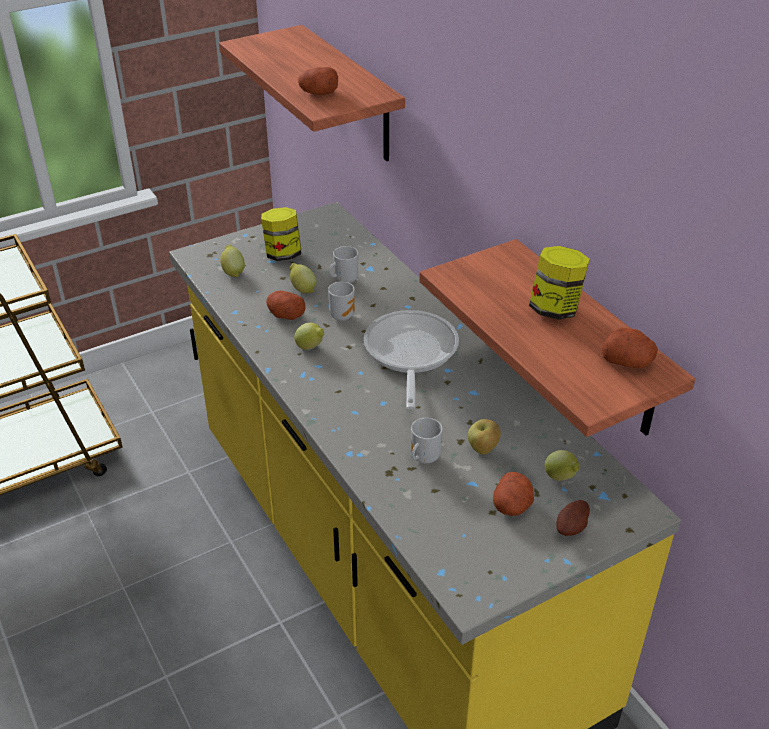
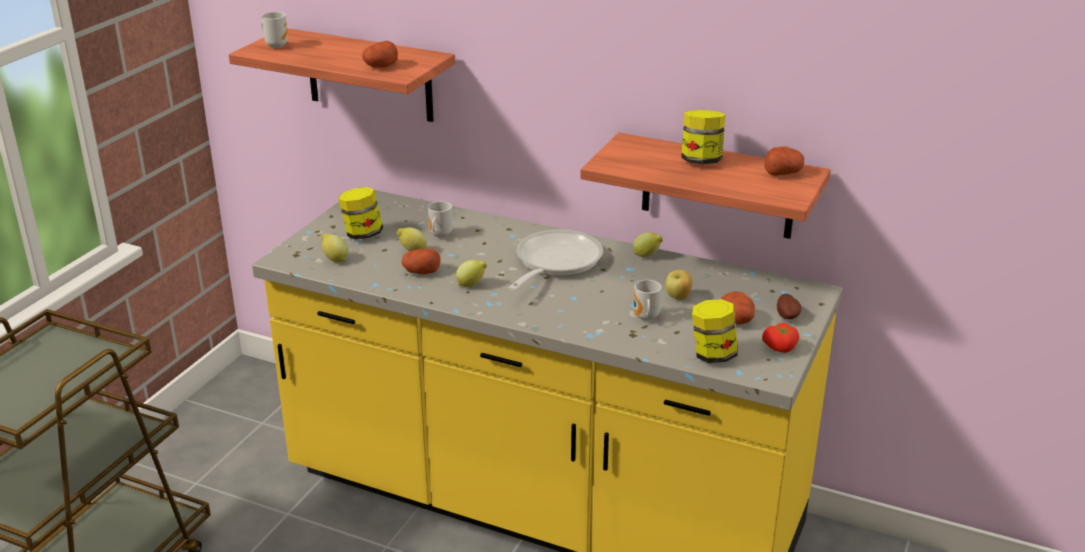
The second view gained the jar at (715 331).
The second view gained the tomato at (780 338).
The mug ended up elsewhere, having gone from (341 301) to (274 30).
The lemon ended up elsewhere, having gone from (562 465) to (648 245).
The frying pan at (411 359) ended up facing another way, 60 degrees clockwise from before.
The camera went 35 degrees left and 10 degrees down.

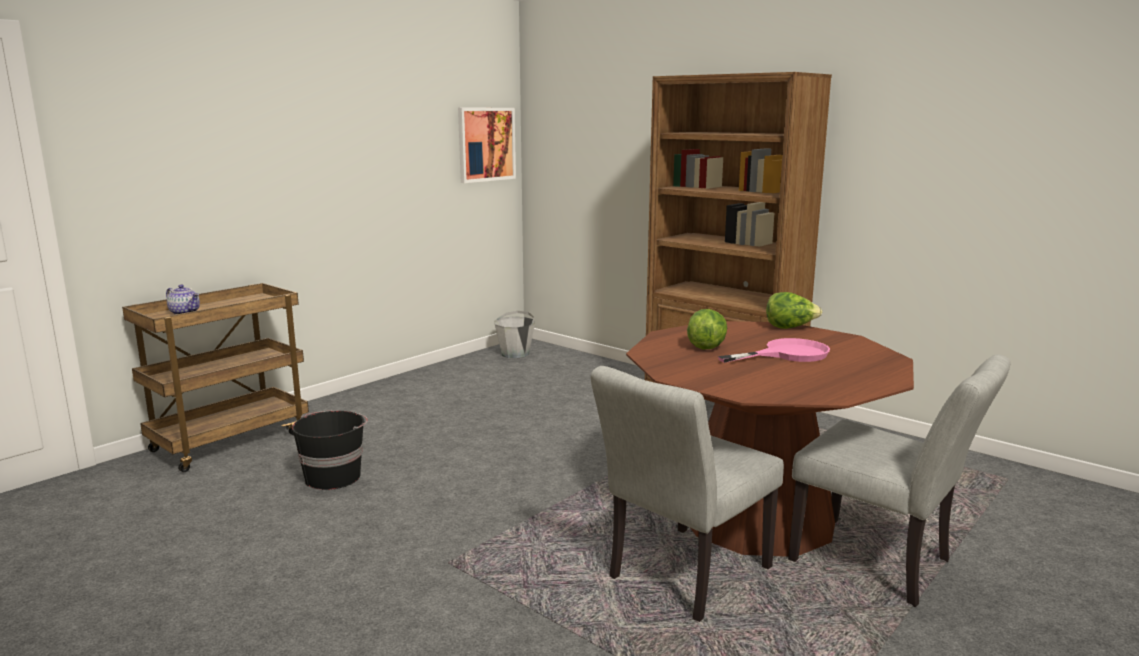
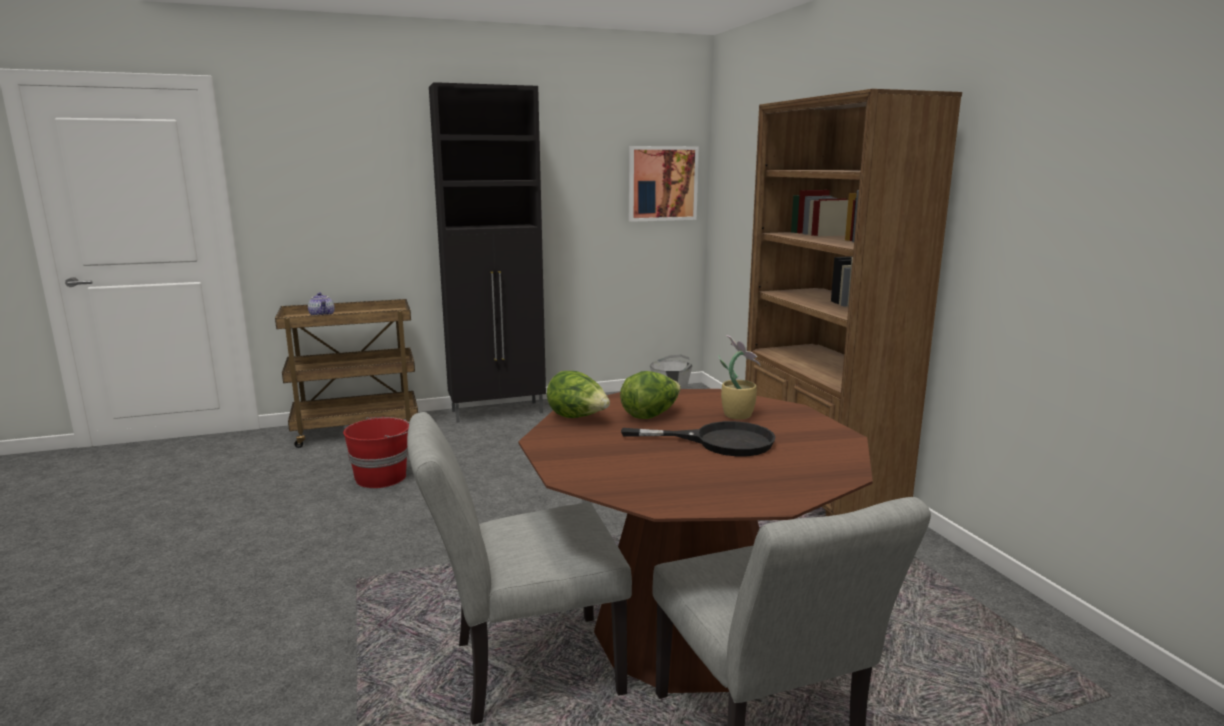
The second view gained the cabinet/black at (487 252).
The second view gained the potted plant at (739 377).
The lettuce ended up elsewhere, having gone from (794 310) to (578 394).
What was the bucket/black at (330 450) turned into the bucket/red at (376 452).
What was the frying pan/pink at (774 350) turned into the frying pan/black at (698 438).
The camera went 30 degrees right and 0 degrees up.

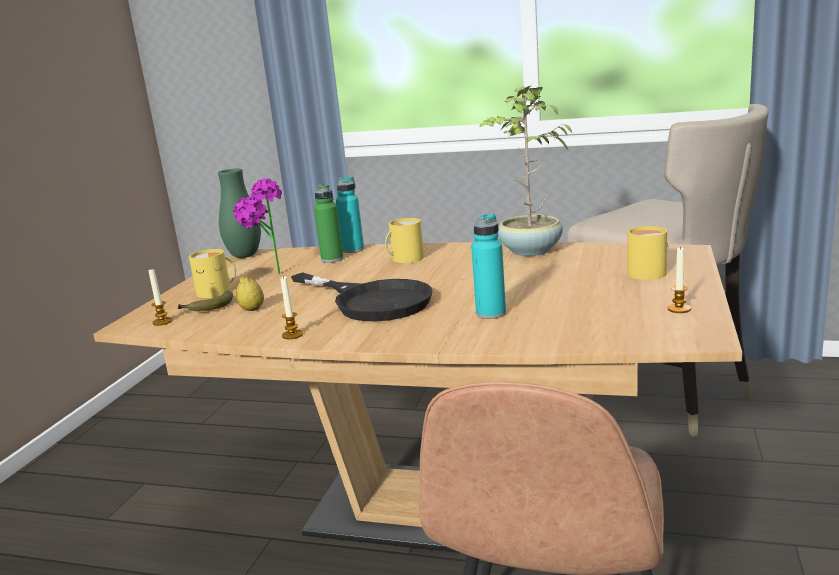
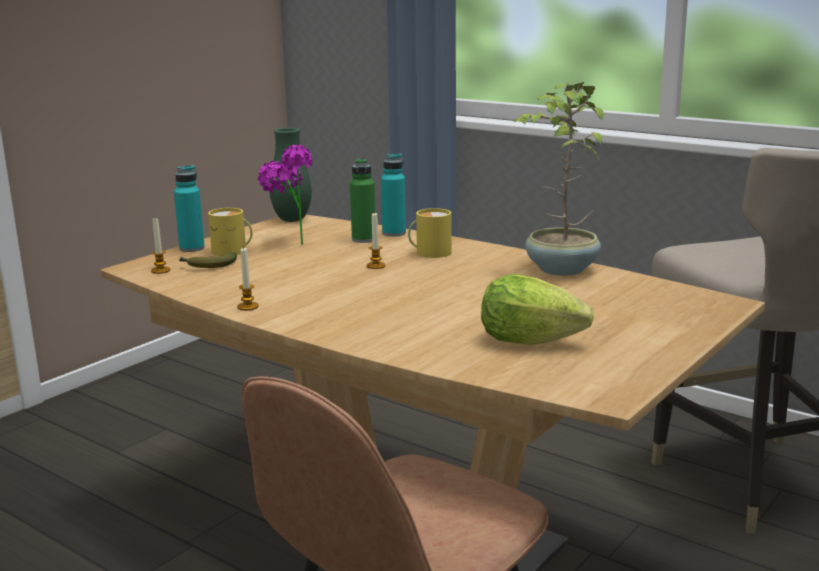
The second view lost the lemon at (250 293).
The second view lost the frying pan/black at (361 296).
The second view lost the mug/yellow at (648 253).
The second view gained the lettuce at (537 309).
The bottle/turquoise ended up elsewhere, having gone from (488 266) to (189 208).
The candle ended up elsewhere, having gone from (679 279) to (376 240).
The camera went 20 degrees right and 0 degrees up.

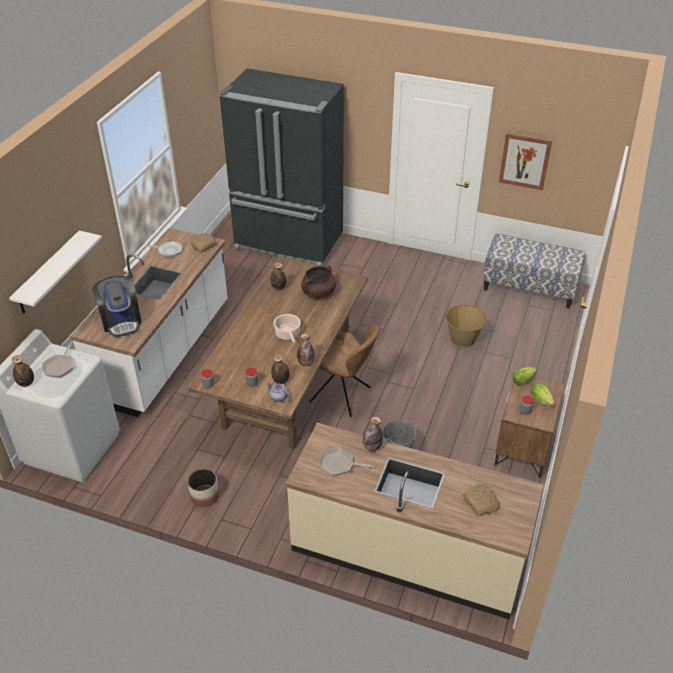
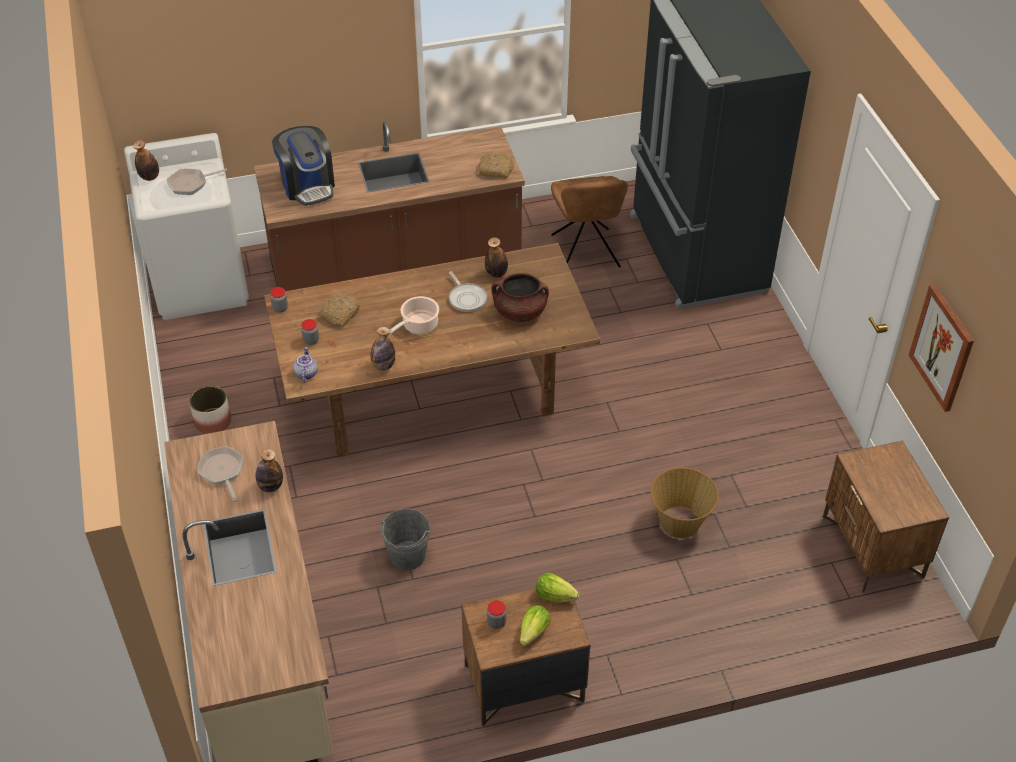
The second view lost the shelf/white at (55 272).
The second view lost the bottle at (280 369).
The frying pan ended up elsewhere, having gone from (164 249) to (468 291).
The chair/brown ended up elsewhere, having gone from (344 371) to (589 222).
The bread ended up elsewhere, having gone from (481 500) to (340 310).
Where the bench stood at (534 271), the nightstand/brown came to stand at (886 517).
What was the counter/white at (149 322) turned into the counter/brown at (389 206).
The coffee machine at (117 306) ended up facing another way, 60 degrees counterclockwise from before.
The camera went 55 degrees right and 5 degrees up.

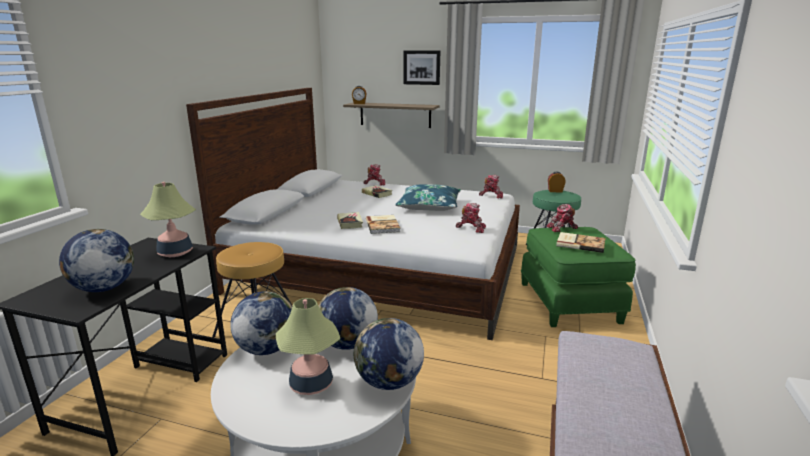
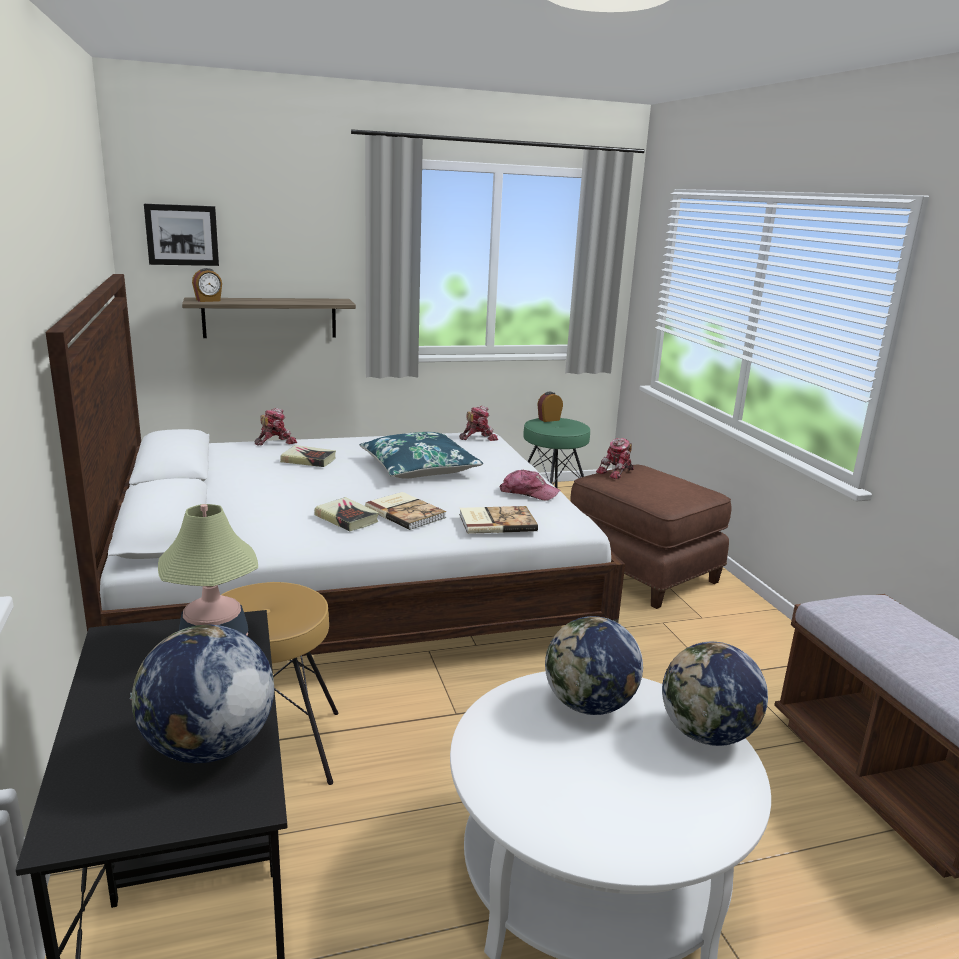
The second view lost the globe at (261 323).
The second view lost the table lamp at (308 346).
The picture ended up elsewhere, having gone from (421 68) to (181 235).
The book ended up elsewhere, having gone from (580 242) to (498 520).
Where the toy robot stood at (471 218), the cap came to stand at (530 485).
What was the ottoman/green at (578 277) turned into the ottoman/brown at (651 537).
The camera went 35 degrees left and 0 degrees up.

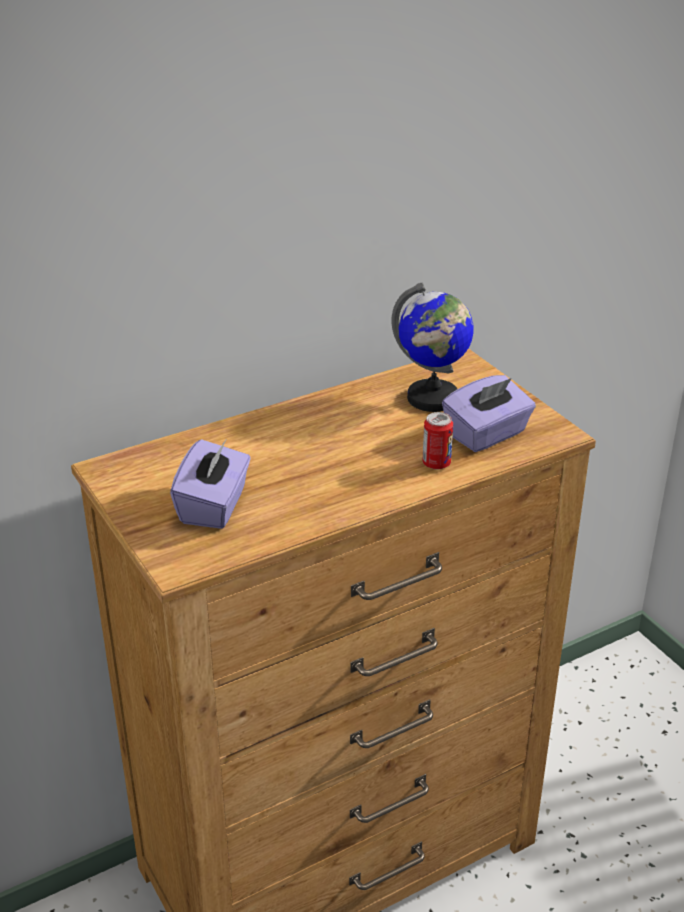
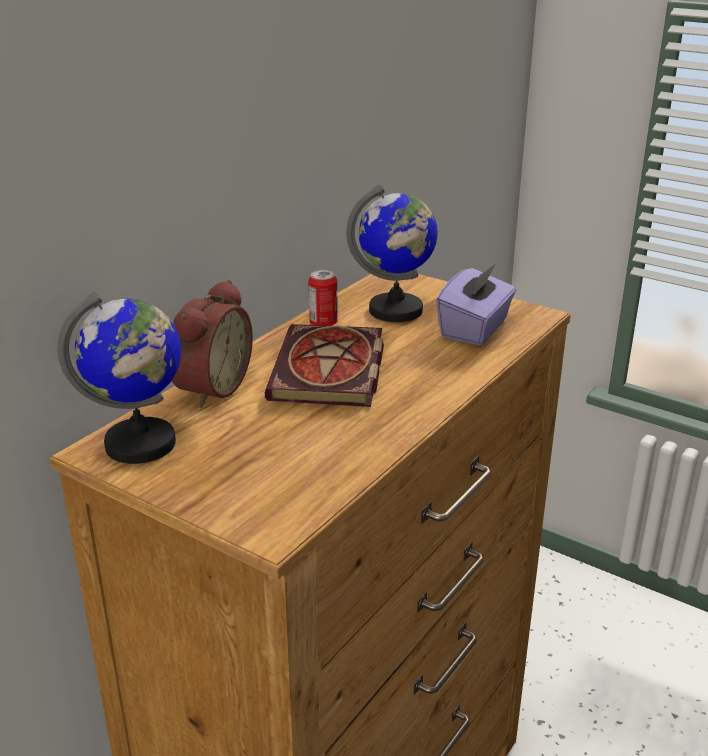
The second view lost the tissue box/purple at (210 484).
The second view gained the globe at (119 378).
The second view gained the alarm clock at (212 344).
The second view gained the book at (324 365).
The can ended up elsewhere, having gone from (437 440) to (323 298).
The camera went 25 degrees left and 5 degrees down.

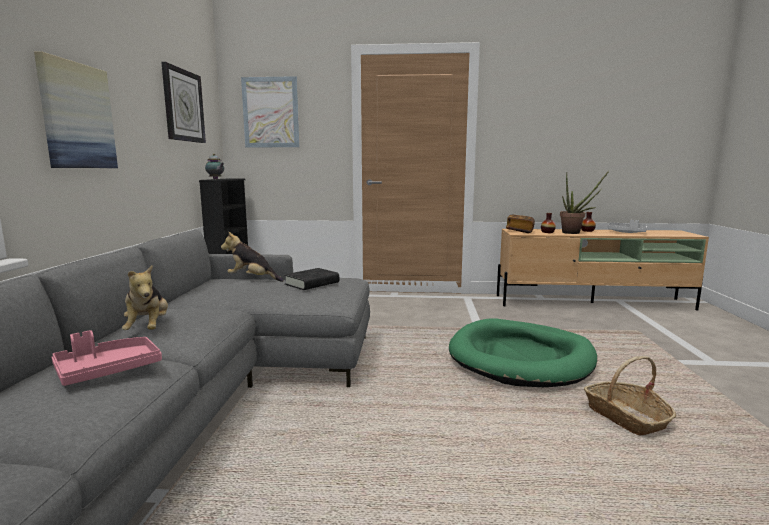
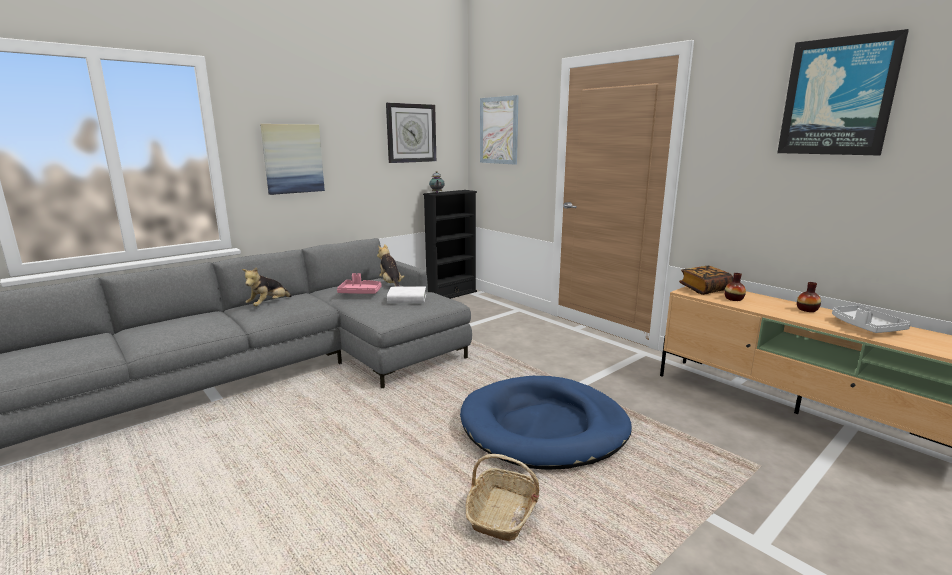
The second view lost the potted plant at (584 202).
The second view gained the picture at (843 92).
The tray/pink ended up elsewhere, having gone from (107 358) to (359 283).
What was the book/black at (311 279) turned into the book/white at (406 294).
What was the dog bed/green at (523 352) turned into the dog bed/blue at (546 423).
The camera went 45 degrees right and 5 degrees up.

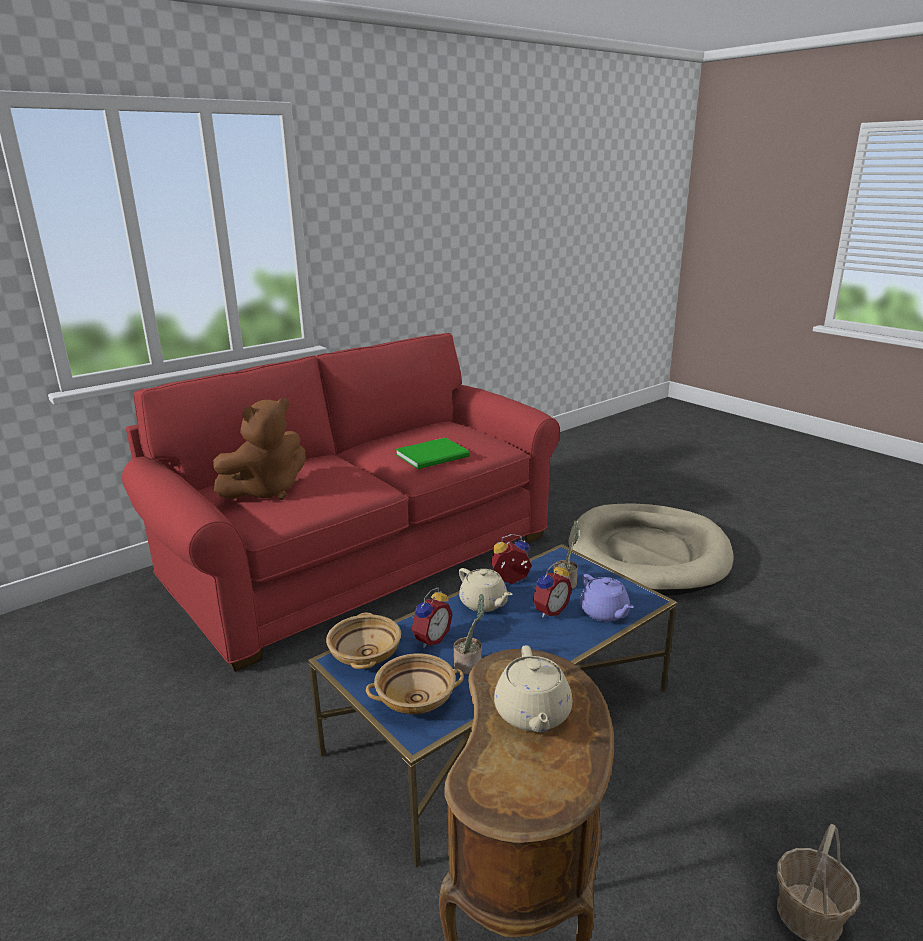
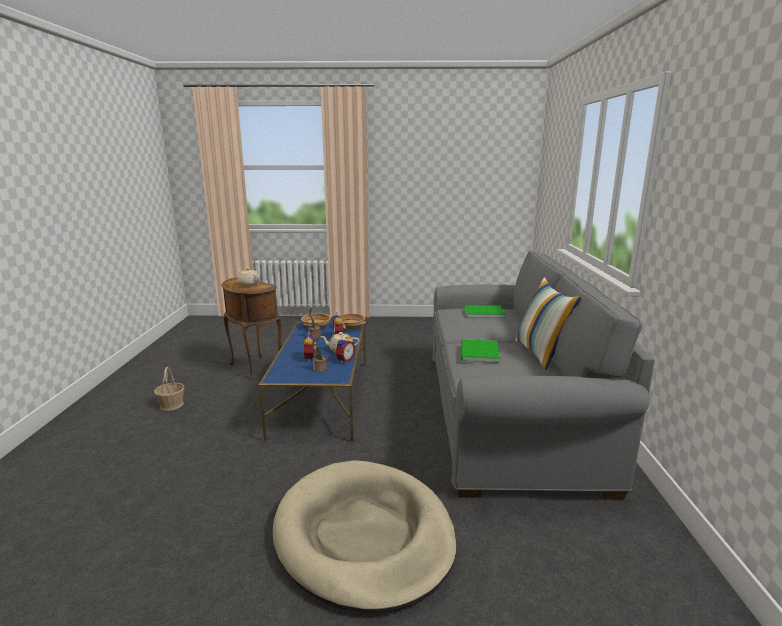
The second view lost the teapot/purple at (607 598).
The second view gained the pillow at (548 323).
Where the plush toy/brown stood at (259 449), the book/green came to stand at (484 311).
What was the sofa/red at (341 502) turned into the sofa/grey at (544 375).
The camera went 130 degrees right and 5 degrees down.

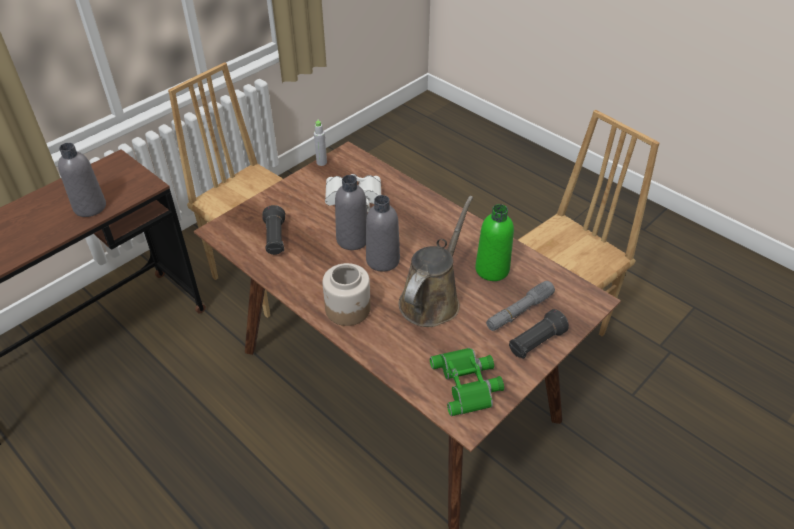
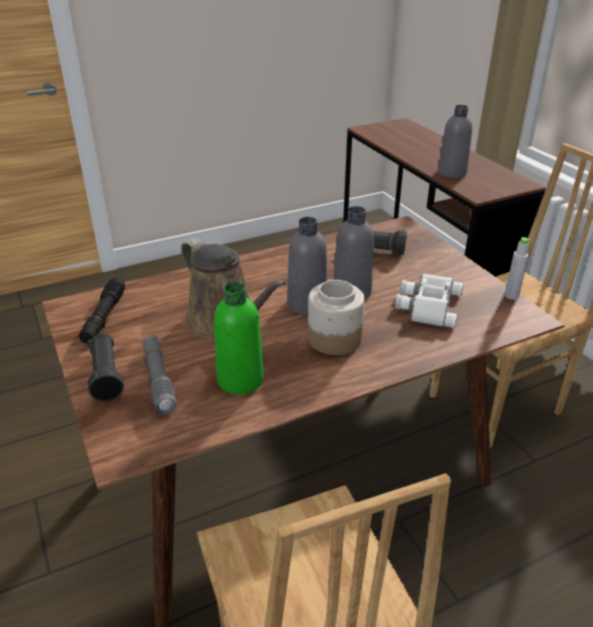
The jar ended up elsewhere, having gone from (346 294) to (336 317).
Where the binoculars/green stood at (467 382), the flashlight/black came to stand at (102 311).
The camera went 110 degrees right and 10 degrees down.

